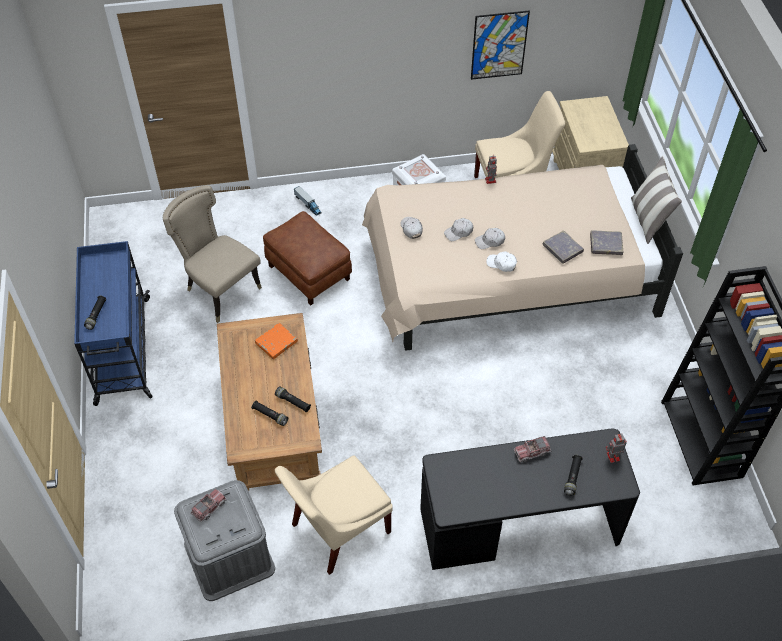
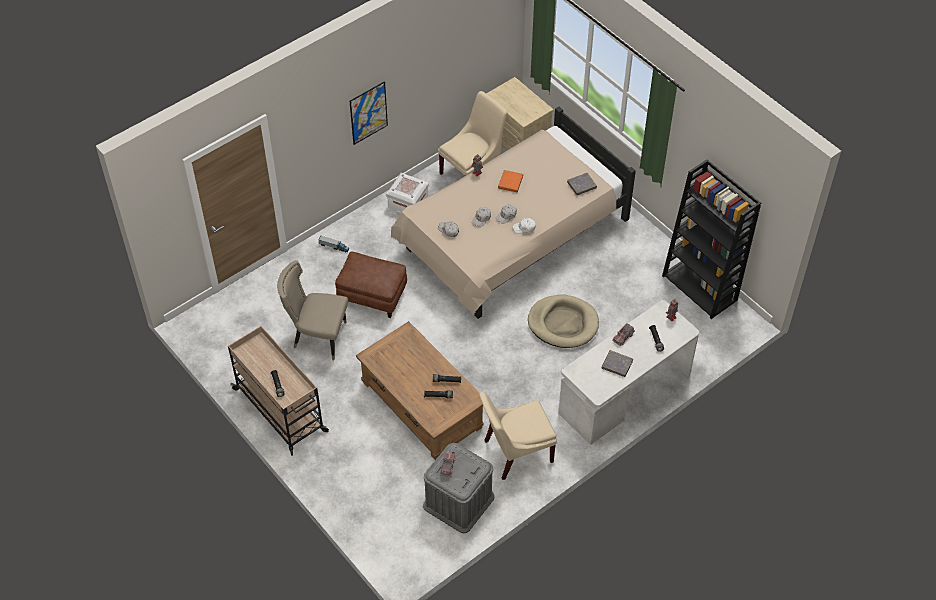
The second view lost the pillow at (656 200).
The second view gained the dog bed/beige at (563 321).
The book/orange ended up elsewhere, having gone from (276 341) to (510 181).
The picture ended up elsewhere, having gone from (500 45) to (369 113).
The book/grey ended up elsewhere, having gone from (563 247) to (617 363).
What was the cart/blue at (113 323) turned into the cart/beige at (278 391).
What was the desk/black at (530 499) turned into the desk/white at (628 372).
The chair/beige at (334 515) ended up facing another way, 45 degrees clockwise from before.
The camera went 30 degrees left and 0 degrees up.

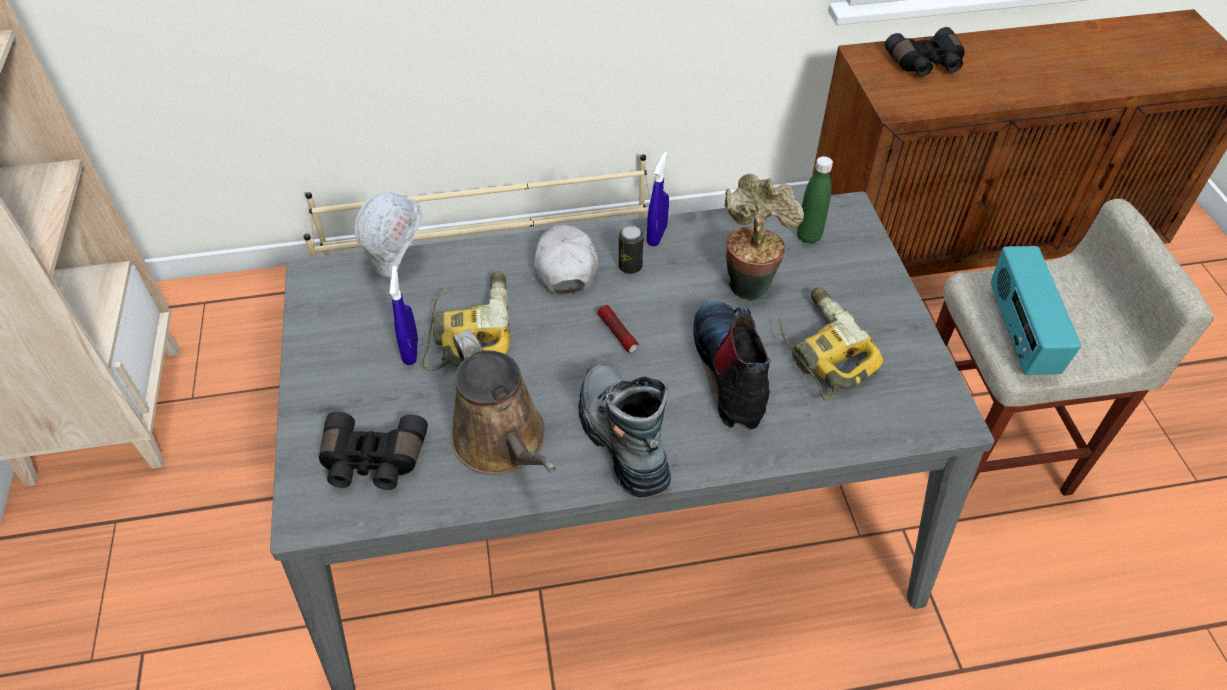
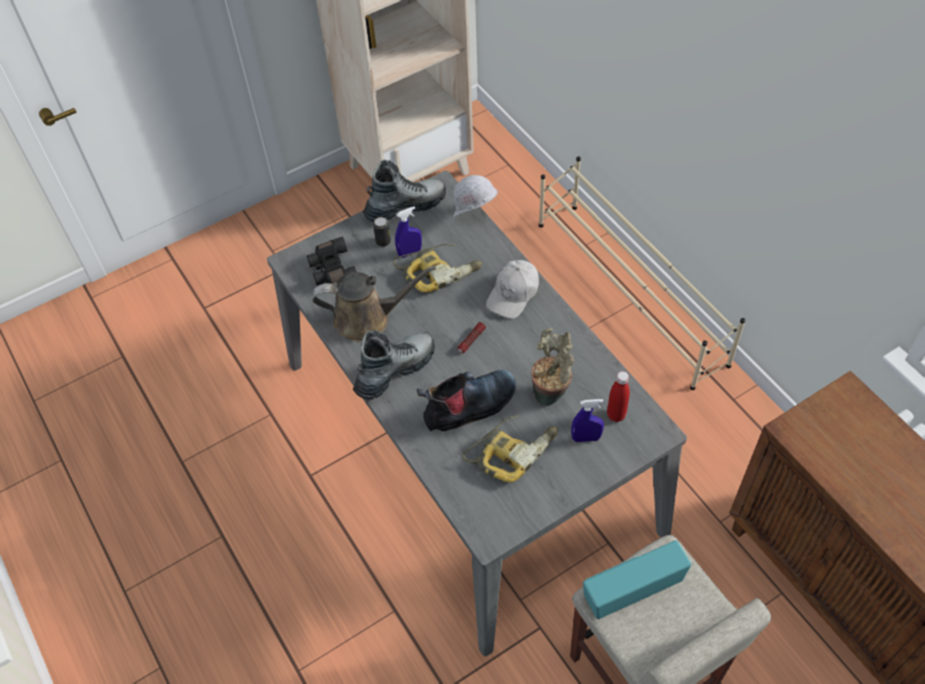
The second view lost the binoculars/black at (925 52).
The second view gained the boot at (404 191).
The can ended up elsewhere, having gone from (631 250) to (382 232).
The spray bottle/blue ended up elsewhere, having gone from (658 199) to (587 420).
What was the bottle/green at (815 200) turned into the bottle/red at (618 396).
The watering can/brown at (503 402) ended up facing another way, 135 degrees counterclockwise from before.
The cap/white at (566 259) ended up facing another way, 150 degrees clockwise from before.
The camera went 70 degrees right and 5 degrees up.

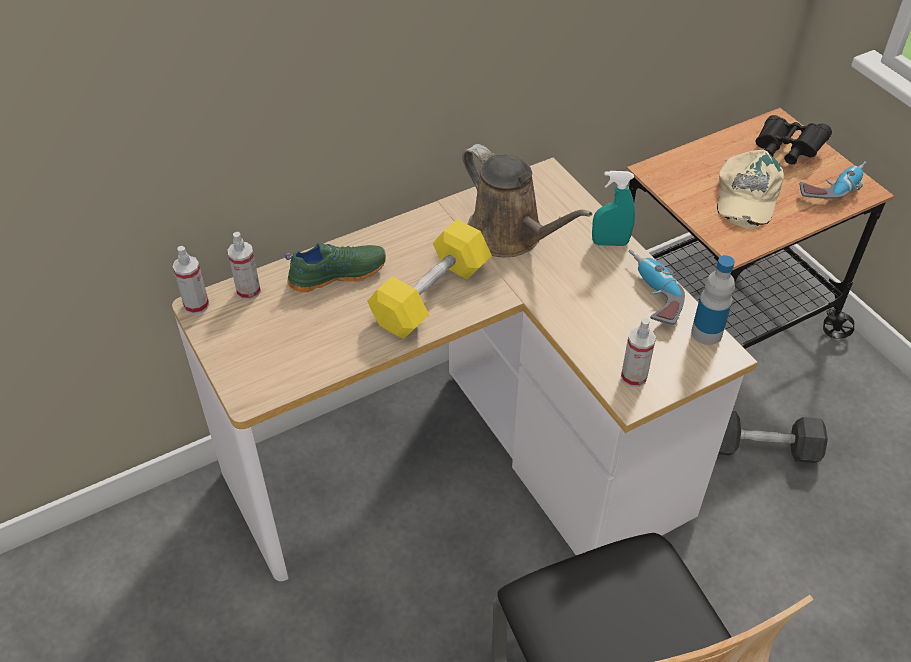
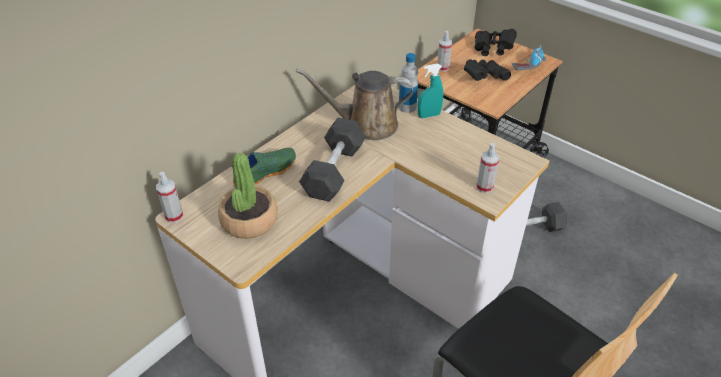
The second view lost the power drill at (656 287).
The second view gained the potted plant at (248 196).
The spray bottle ended up elsewhere, having gone from (244 266) to (444 51).
The bottle ended up elsewhere, having gone from (713 300) to (408 83).
Where the cap/beige stood at (750 189), the binoculars/black came to stand at (487 70).
What was the dumbbell/yellow at (429 279) turned into the dumbbell/black at (332 160).
The watering can/brown at (527 200) ended up facing another way, 150 degrees clockwise from before.
The camera went 20 degrees left and 5 degrees down.

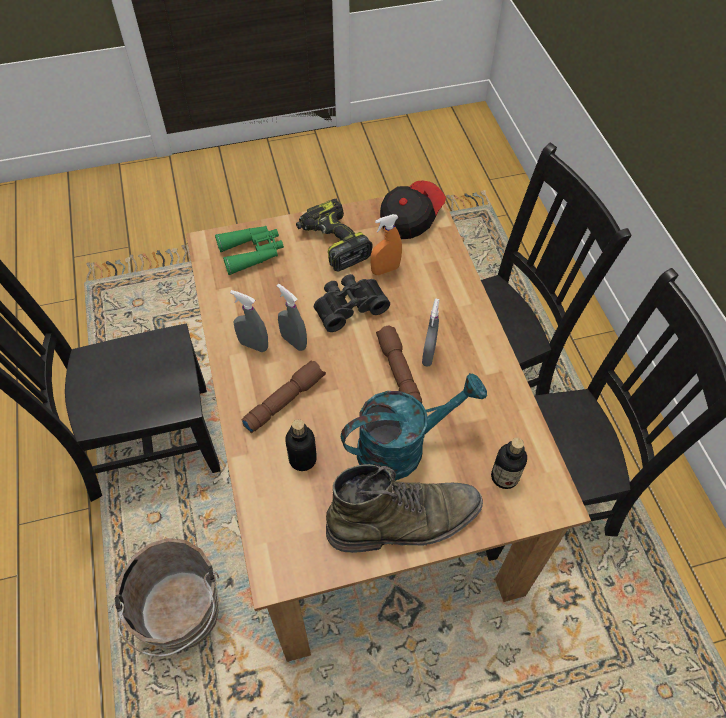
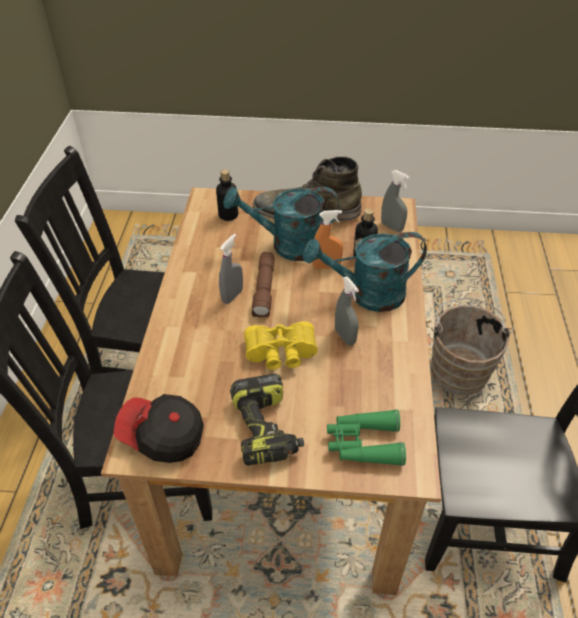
The spray bottle/grey ended up elsewhere, having gone from (249 321) to (395 201).
The spray bottle/orange ended up elsewhere, having gone from (386 244) to (327 239).
Where the flashlight/brown stood at (283 396), the watering can/turquoise came to stand at (365 272).
What was the binoculars/black at (352 303) turned into the binoculars/yellow at (281 345).
The cap at (413 209) ended up facing another way, 45 degrees clockwise from before.
The camera went 160 degrees left and 10 degrees down.

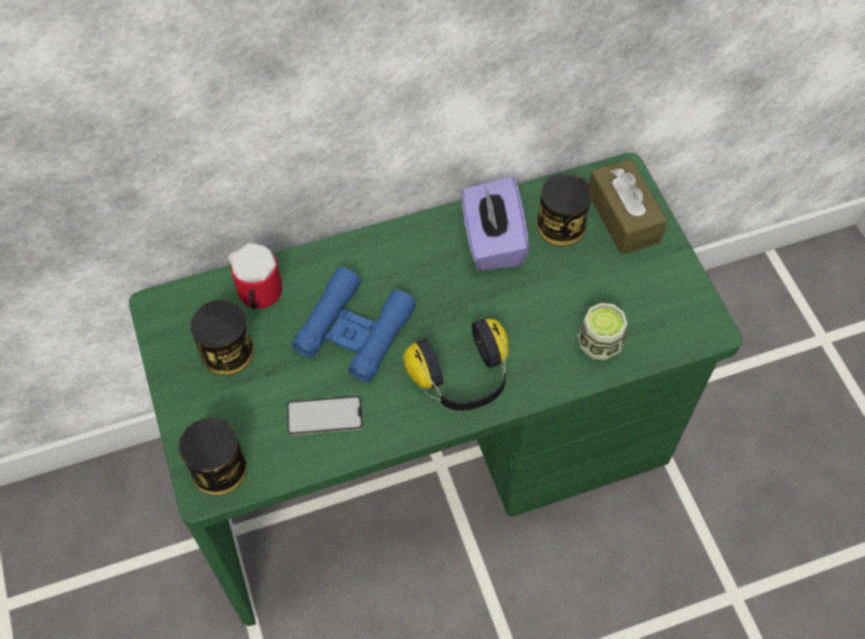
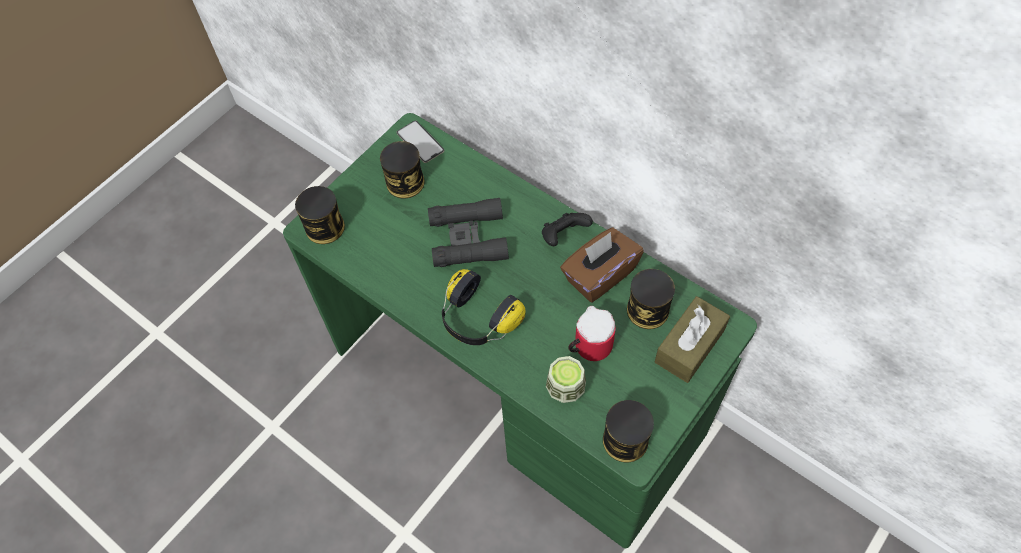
The second view gained the game controller/black at (567 229).
The second view gained the can at (628 431).
The mug ended up elsewhere, having gone from (255 276) to (592 333).
The phone ended up elsewhere, having gone from (325 415) to (420 141).
What was the binoculars/blue at (354 324) turned into the binoculars/black at (468 232).
What was the tissue box/purple at (495 224) turned into the tissue box/brown at (602 265).
The camera went 60 degrees right and 0 degrees up.

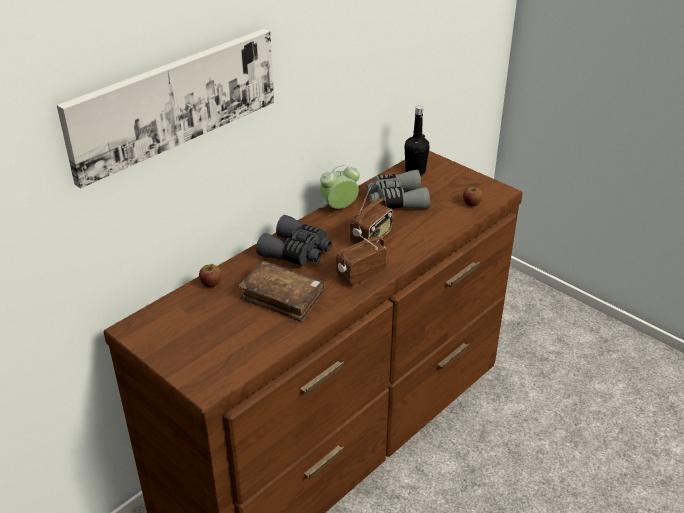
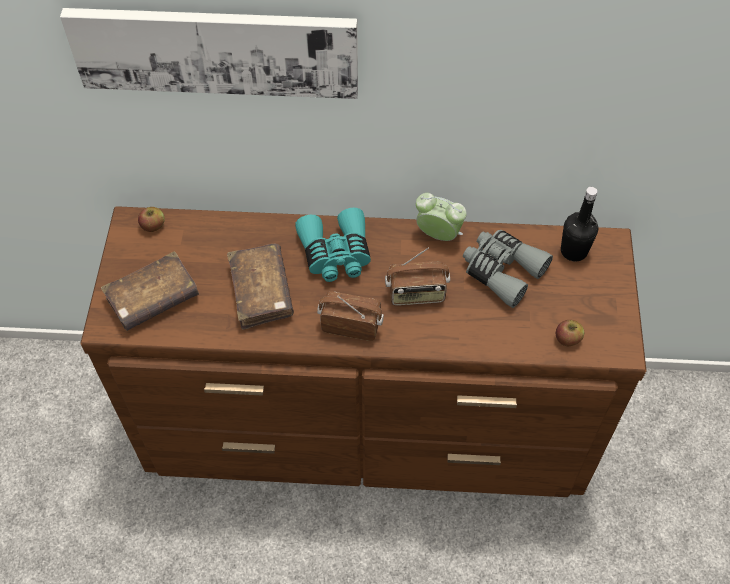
The second view gained the book/brown at (150 291).
The apple ended up elsewhere, having gone from (210 275) to (151 219).
What was the binoculars/grey at (294 240) turned into the binoculars/turquoise at (333 245).
The camera went 50 degrees right and 20 degrees up.

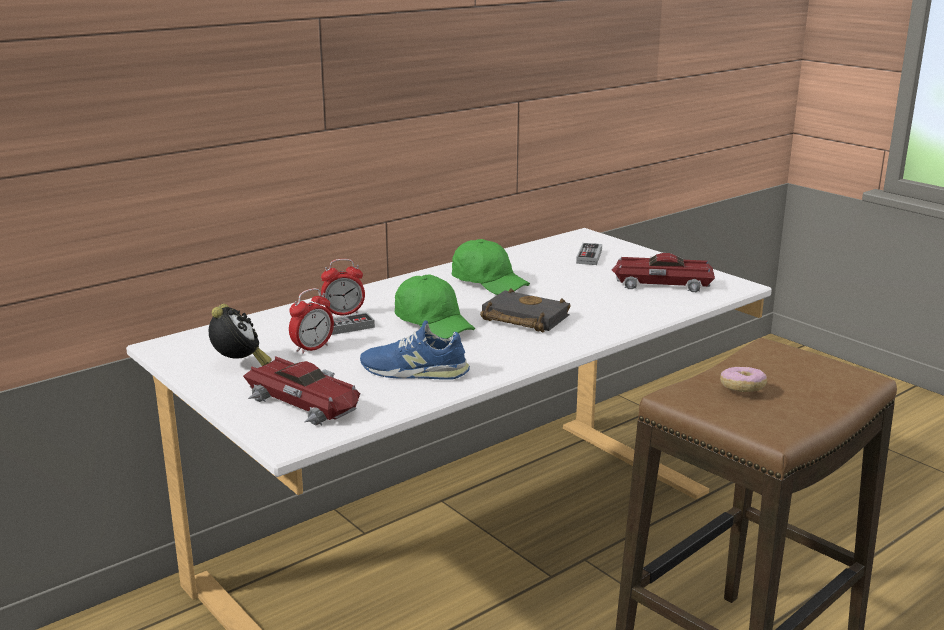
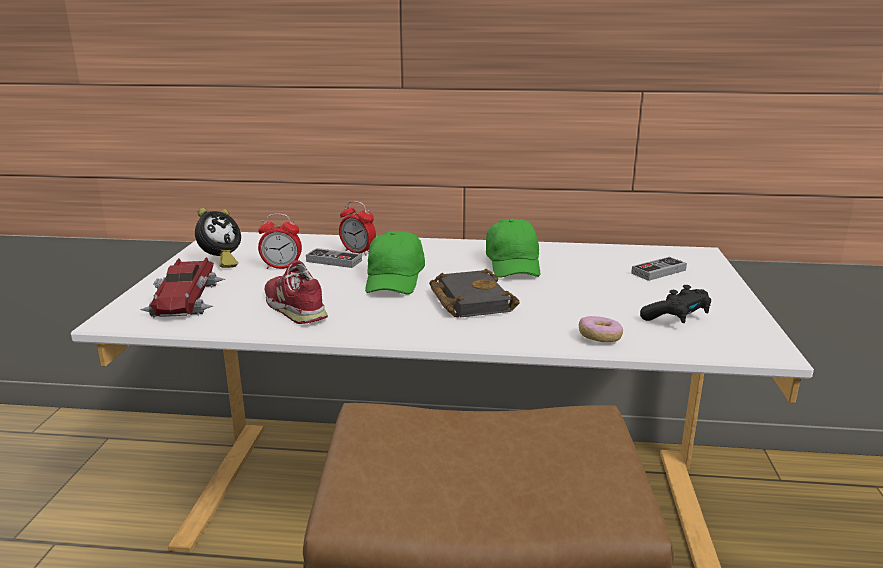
The donut ended up elsewhere, having gone from (743 379) to (601 329).
Where the toy car stood at (663 272), the game controller/black came to stand at (675 304).
What was the shoe/blue at (415 350) turned into the shoe/red at (296 292).
The camera went 45 degrees right and 0 degrees up.

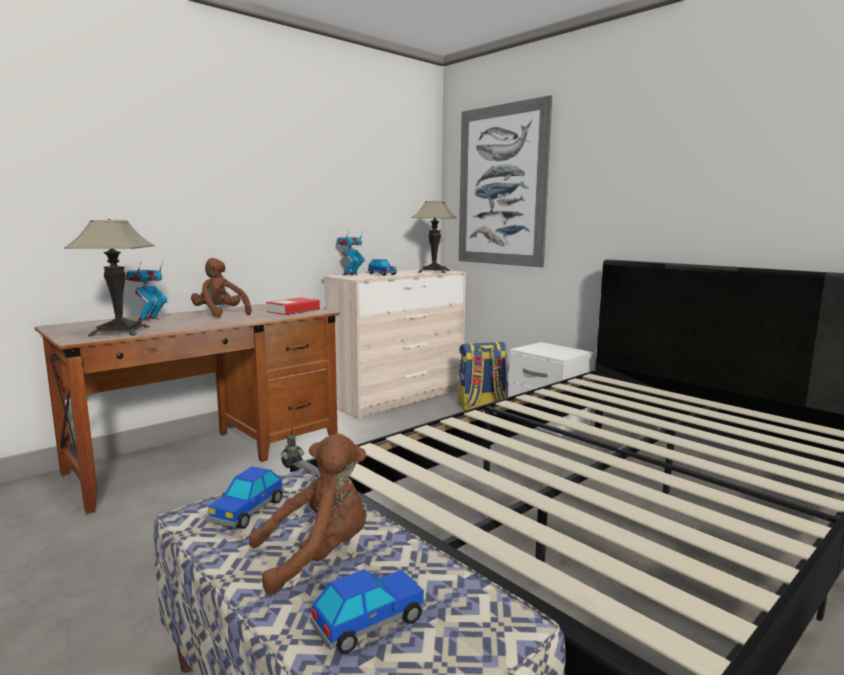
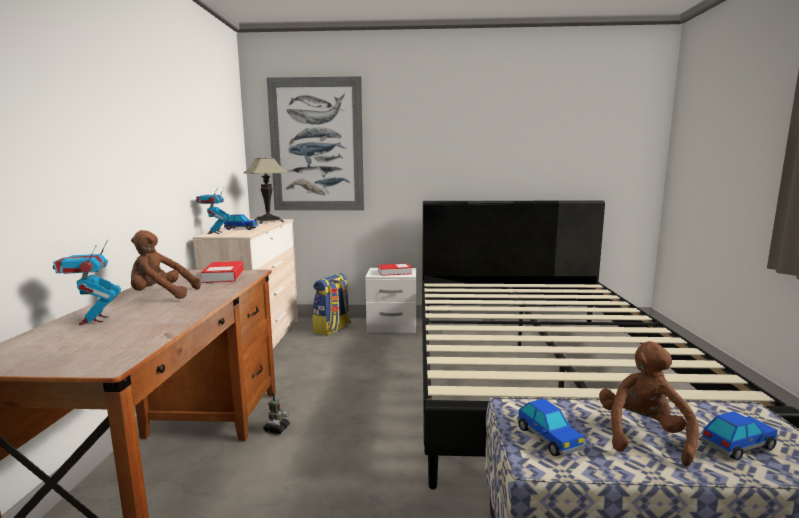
The second view lost the table lamp at (109 277).
The second view gained the book at (395 269).
The toy car at (368 611) ended up facing another way, 60 degrees clockwise from before.
The camera went 45 degrees left and 0 degrees up.

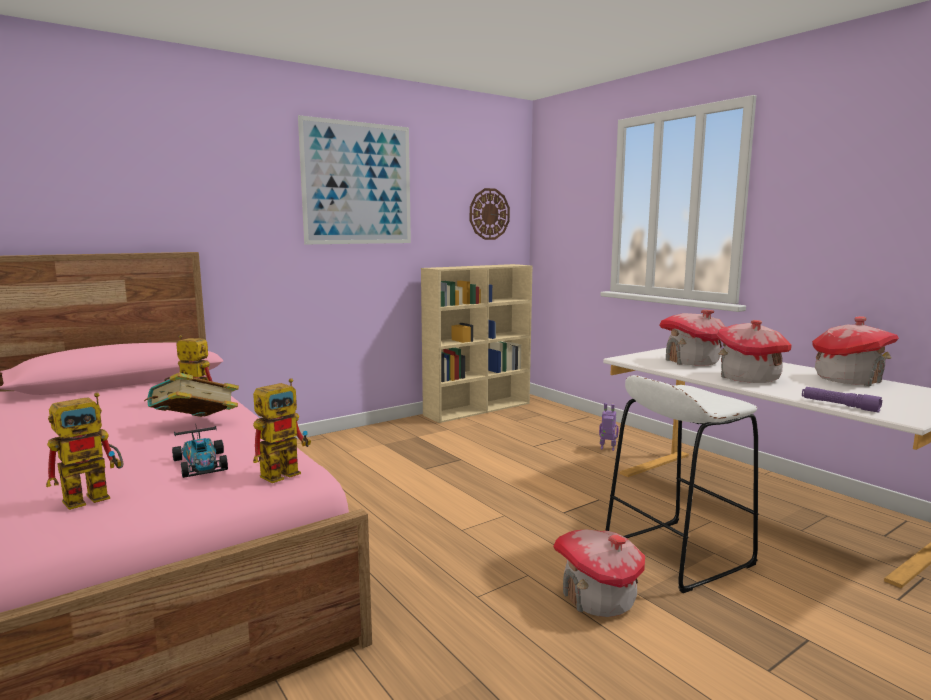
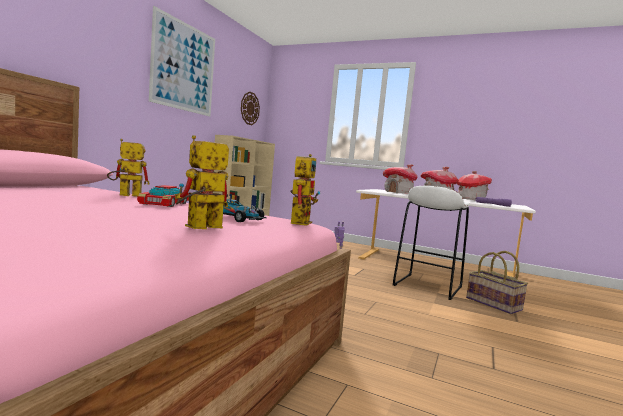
The second view lost the toy house at (599 573).
The second view gained the basket at (497 282).
Where the book stood at (191 395), the toy car came to stand at (163 196).
The toy robot at (84 451) ended up facing another way, 150 degrees counterclockwise from before.
The camera went 30 degrees left and 5 degrees down.

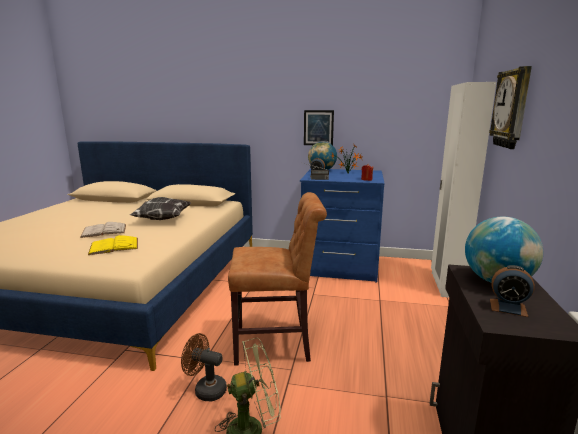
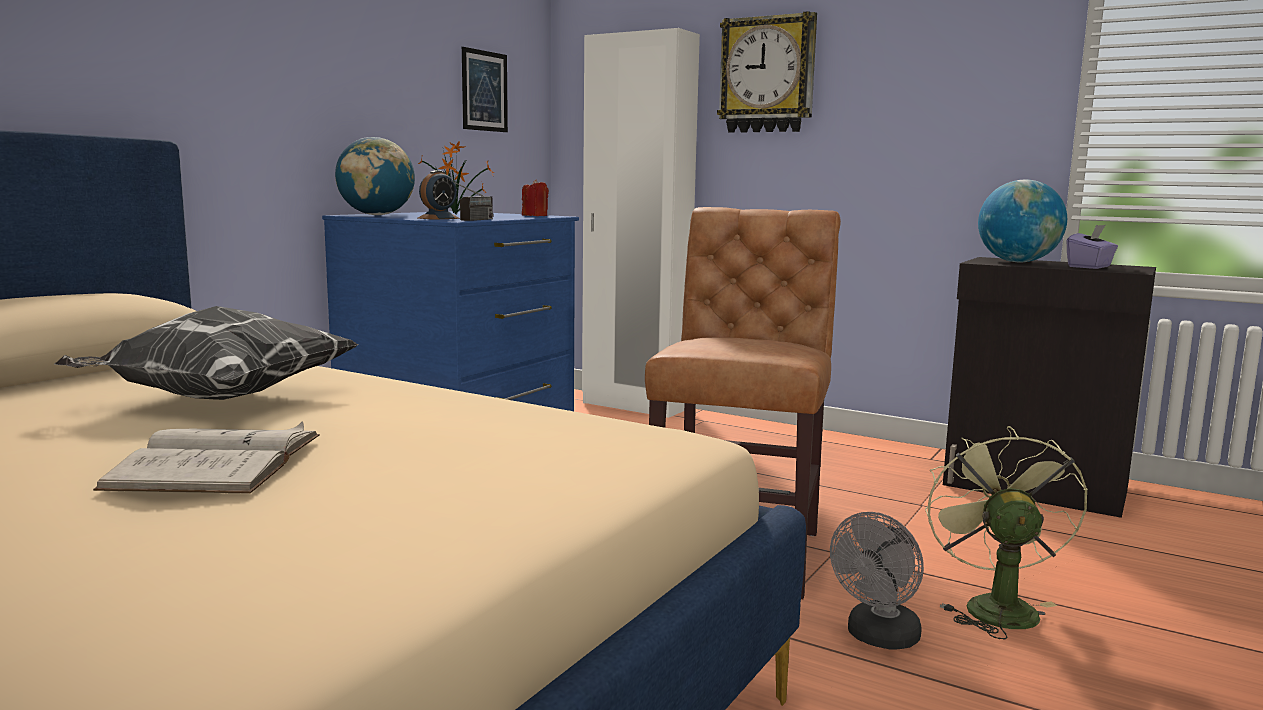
The second view lost the book/yellow at (113 245).
The picture ended up elsewhere, having gone from (319 127) to (485 89).
Where the alarm clock stood at (512 291), the tissue box/purple came to stand at (1092 247).
What was the fan/brown at (204 367) turned into the fan/grey at (877 581).
The camera went 70 degrees left and 5 degrees down.

